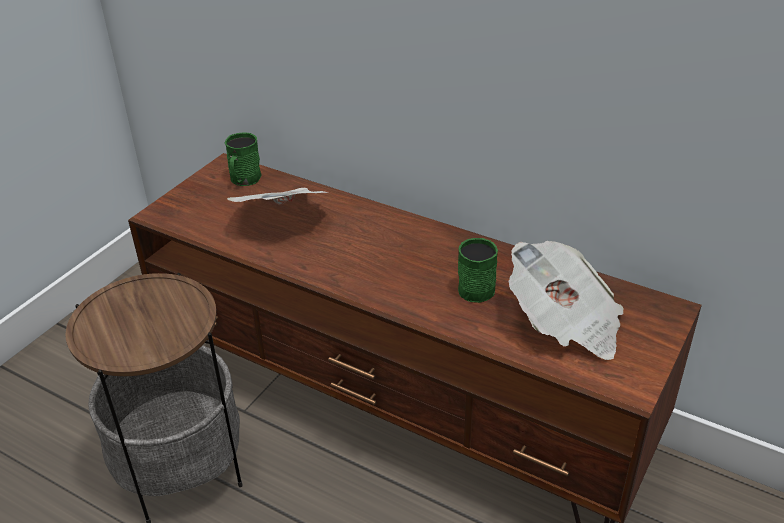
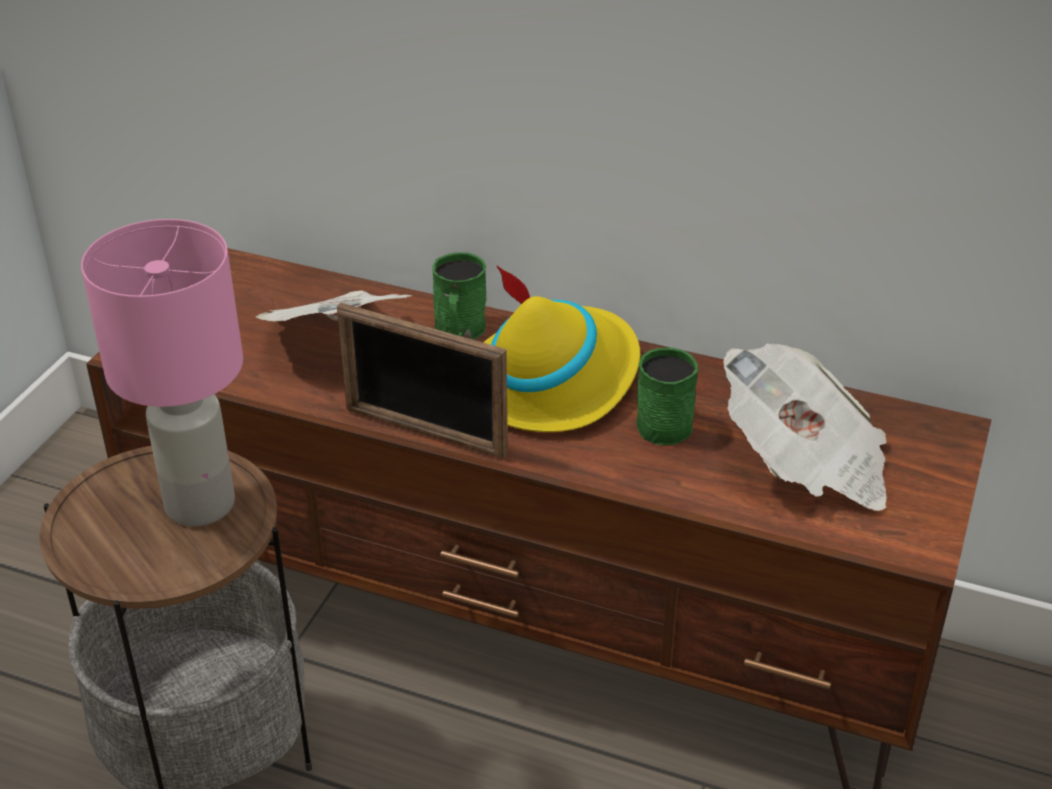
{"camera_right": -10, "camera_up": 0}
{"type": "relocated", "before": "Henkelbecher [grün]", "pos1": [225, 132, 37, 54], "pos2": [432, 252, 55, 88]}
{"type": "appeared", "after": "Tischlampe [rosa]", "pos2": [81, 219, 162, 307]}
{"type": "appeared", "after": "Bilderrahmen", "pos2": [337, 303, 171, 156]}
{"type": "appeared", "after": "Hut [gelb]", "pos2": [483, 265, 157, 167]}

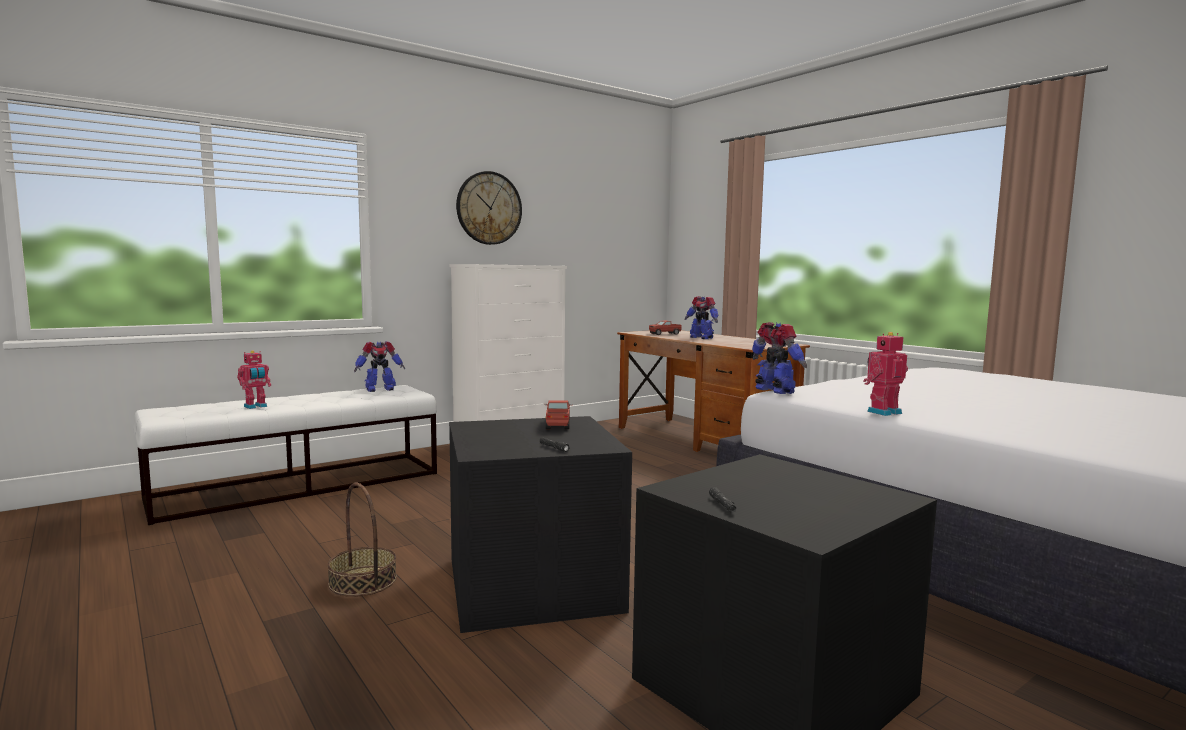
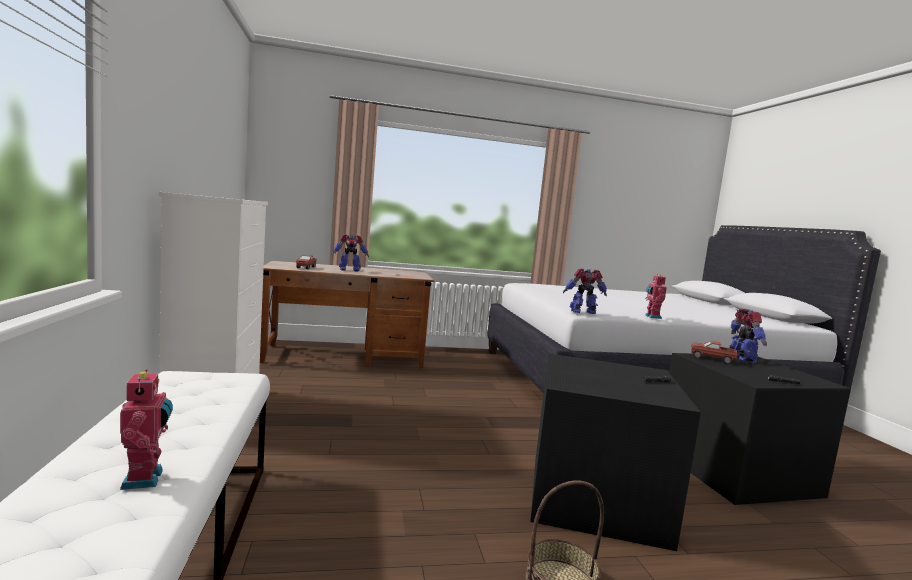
{"camera_right": -65, "camera_up": 0}
{"type": "relocated", "before": "Spielzeugroboter", "pos1": [354, 341, 51, 51], "pos2": [730, 309, 37, 54]}
{"type": "missing", "before": "Wanduhr", "pos1": [456, 171, 66, 74]}
{"type": "relocated", "before": "Spielzeuglaster", "pos1": [544, 400, 28, 29], "pos2": [691, 341, 46, 23]}

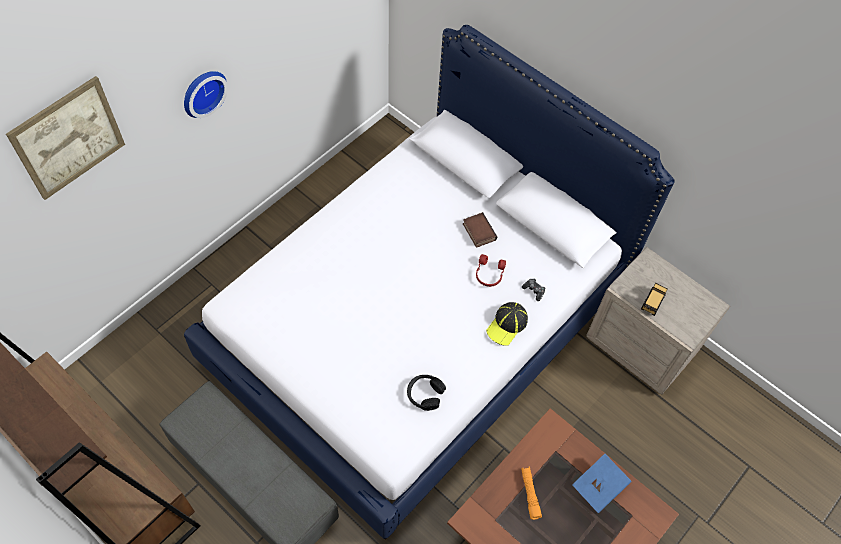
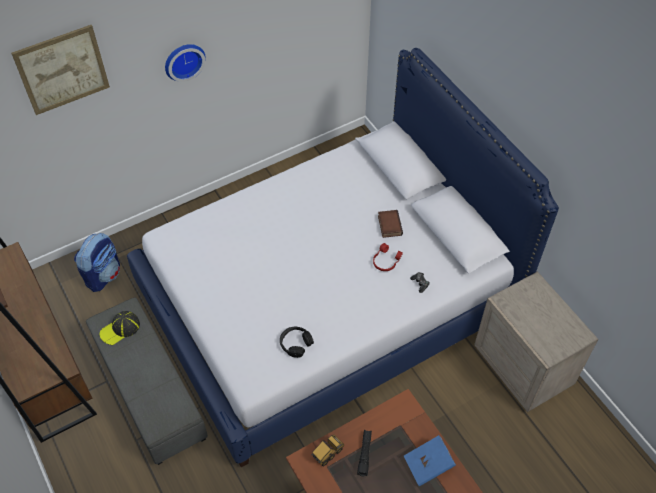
{"camera_right": 20, "camera_up": -5}
{"type": "relocated", "before": "Kappe", "pos1": [486, 302, 42, 44], "pos2": [100, 311, 40, 34]}
{"type": "colour", "before": "Taschenlampe [orange]", "after": "Taschenlampe [schwarz]", "pos1": [521, 467, 21, 53], "pos2": [357, 430, 15, 46]}
{"type": "relocated", "before": "Spielzeuglaster", "pos1": [641, 283, 27, 33], "pos2": [312, 435, 32, 32]}
{"type": "appeared", "after": "Rucksack", "pos2": [74, 233, 46, 59]}

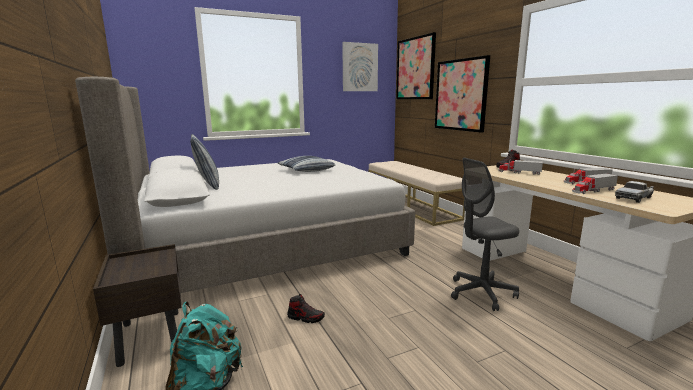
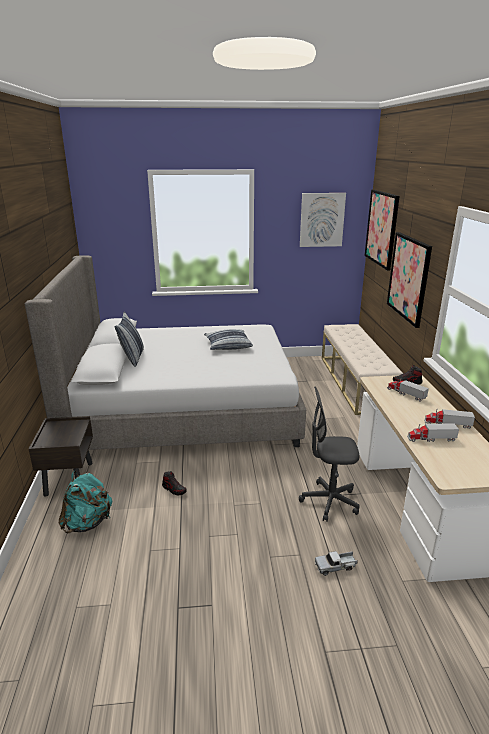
{"camera_right": 20, "camera_up": 10}
{"type": "relocated", "before": "Spielzeuglaster", "pos1": [615, 181, 39, 22], "pos2": [315, 551, 43, 25]}

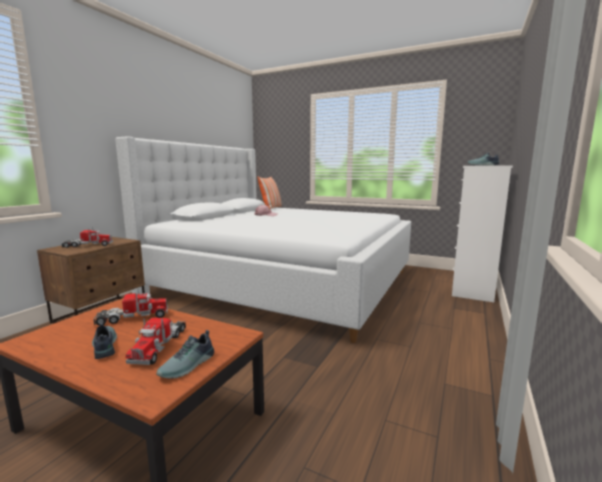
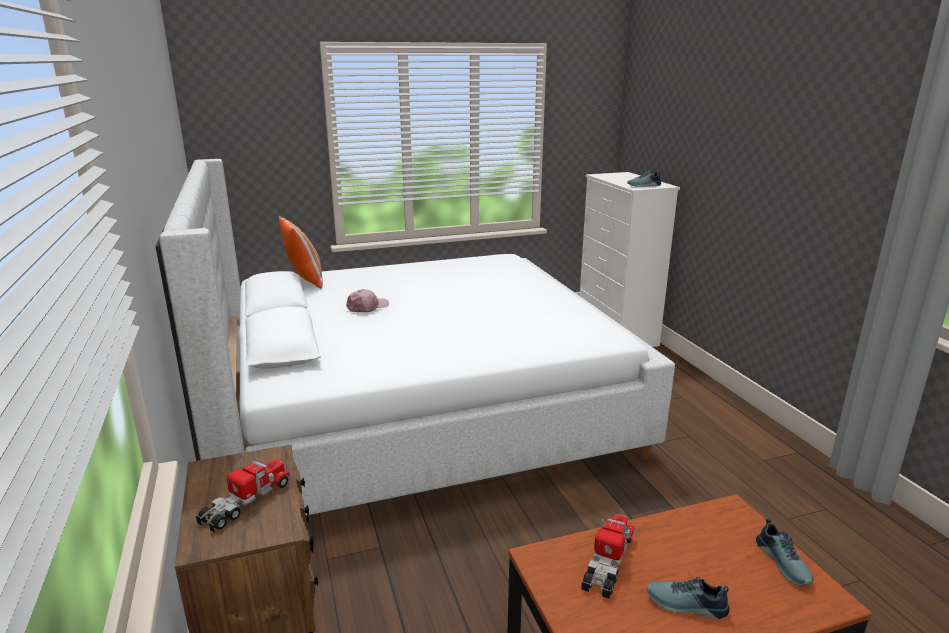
{"camera_right": -45, "camera_up": 10}
{"type": "missing", "before": "Spielzeuglaster", "pos1": [126, 318, 60, 47]}

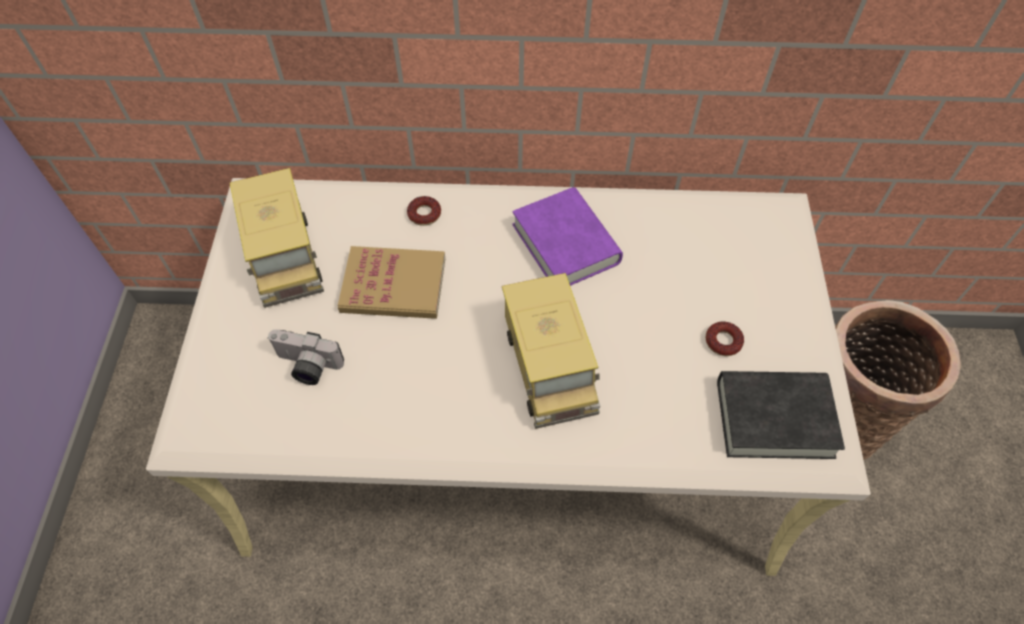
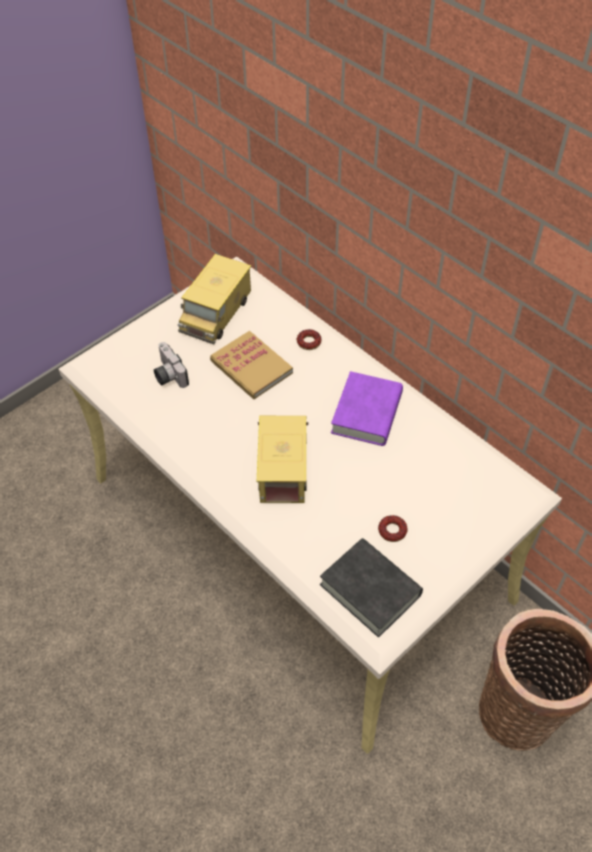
{"camera_right": 45, "camera_up": -5}
{"type": "spun", "before": "Spielzeuglaster", "pos1": [502, 273, 98, 156], "pos2": [257, 416, 51, 87], "turn": 150}

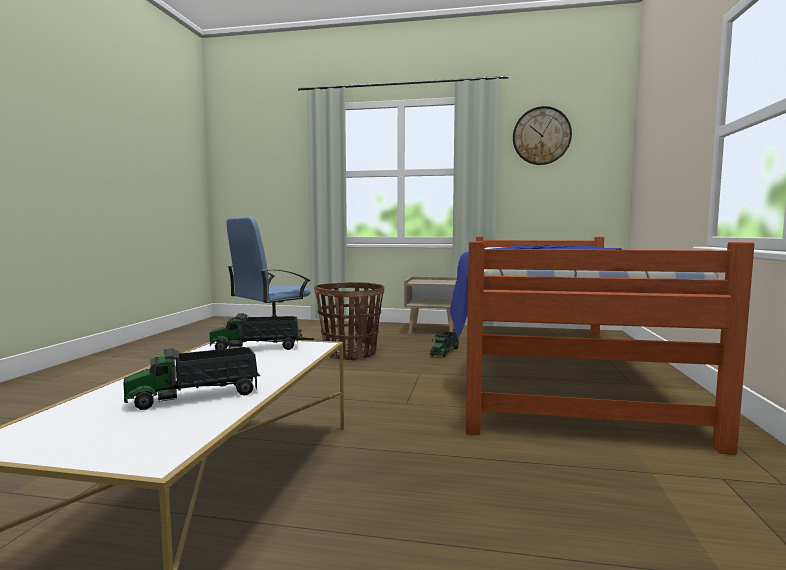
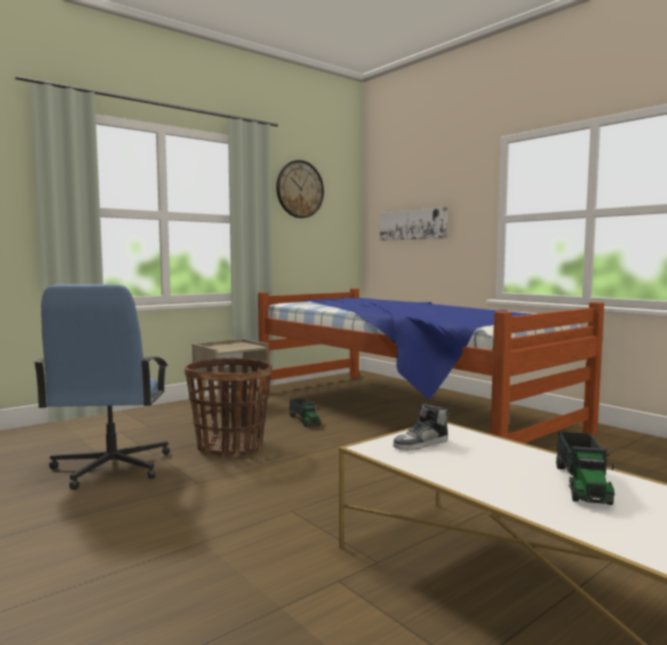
{"camera_right": -50, "camera_up": 0}
{"type": "exchanged", "before": "Spielzeuglaster", "after": "Schuh", "pos1": [210, 313, 90, 37], "pos2": [393, 404, 57, 47]}
{"type": "appeared", "after": "Bild", "pos2": [380, 207, 68, 34]}

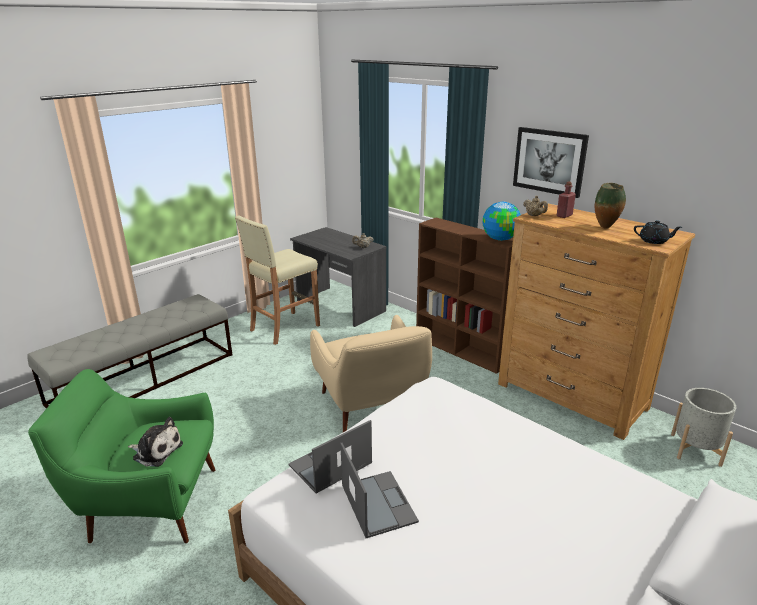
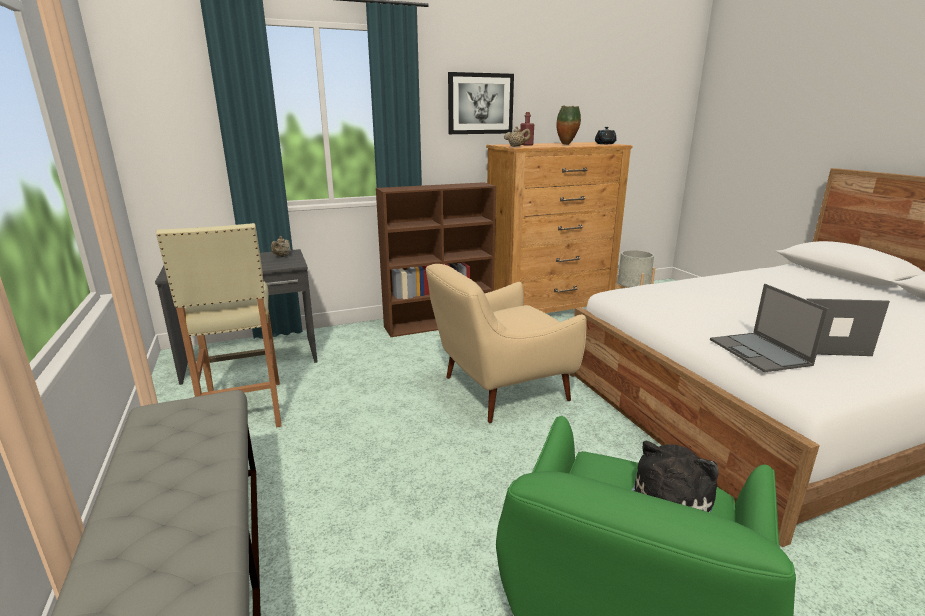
{"camera_right": -65, "camera_up": -5}
{"type": "spun", "before": "Sessel [beige]", "pos1": [310, 315, 122, 117], "pos2": [426, 264, 161, 159], "turn": 150}
{"type": "missing", "before": "Globus", "pos1": [482, 202, 39, 39]}

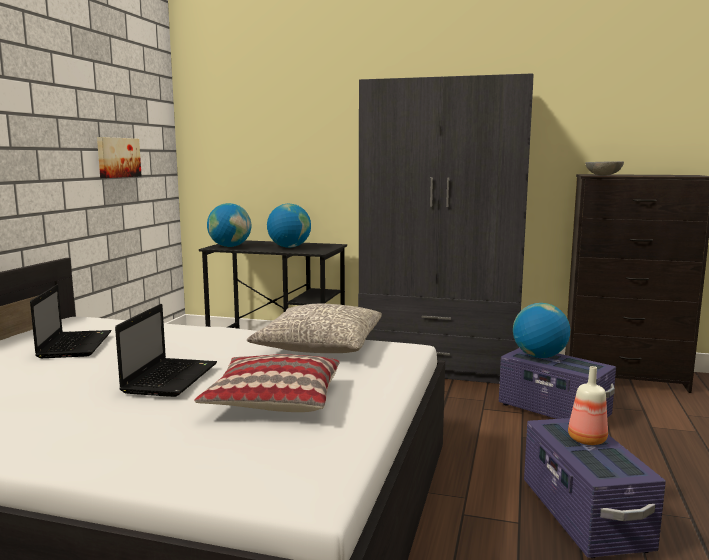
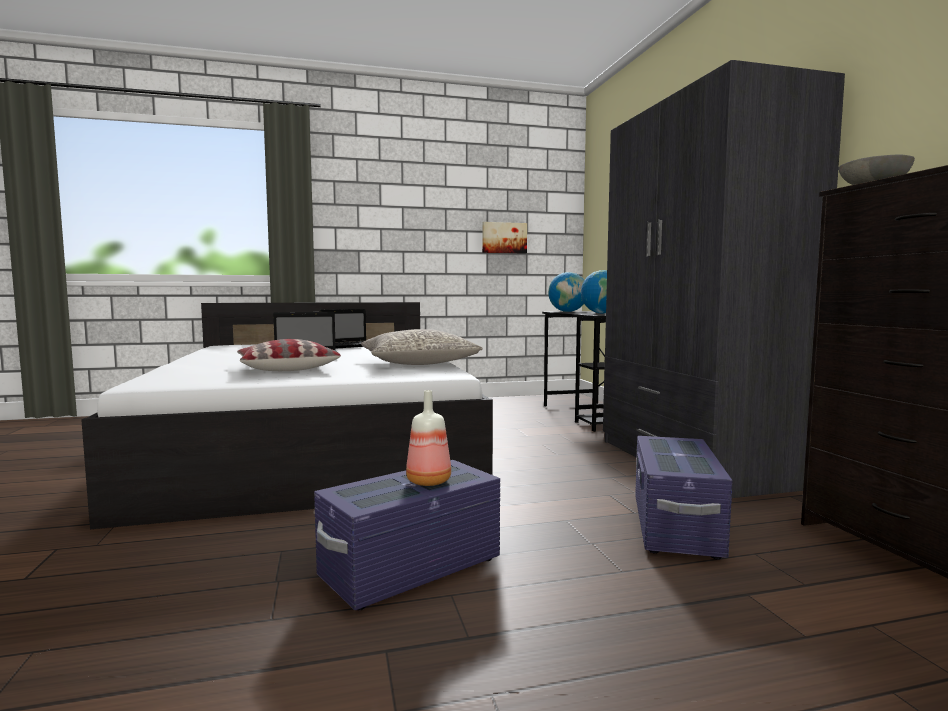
{"camera_right": 60, "camera_up": -5}
{"type": "missing", "before": "Globus", "pos1": [513, 303, 57, 55]}

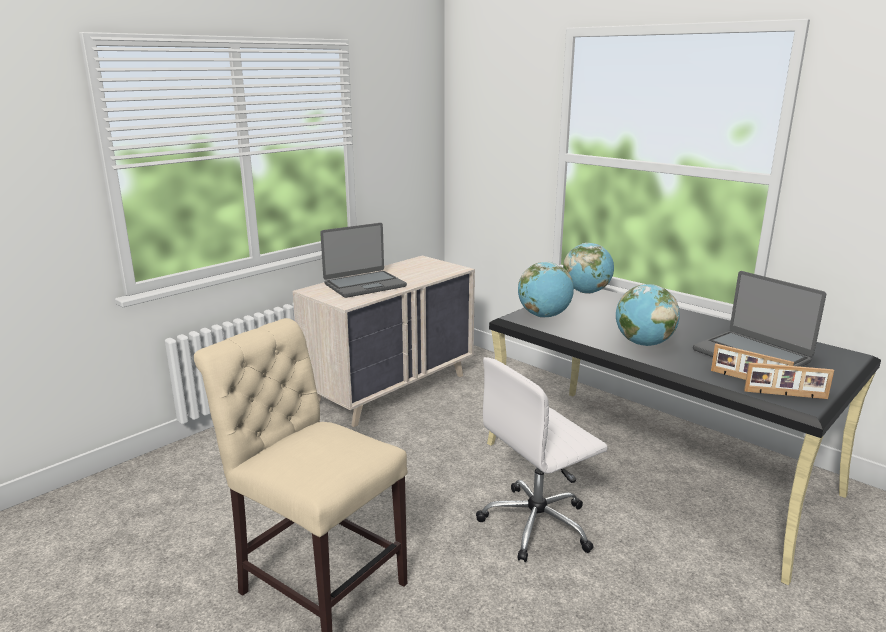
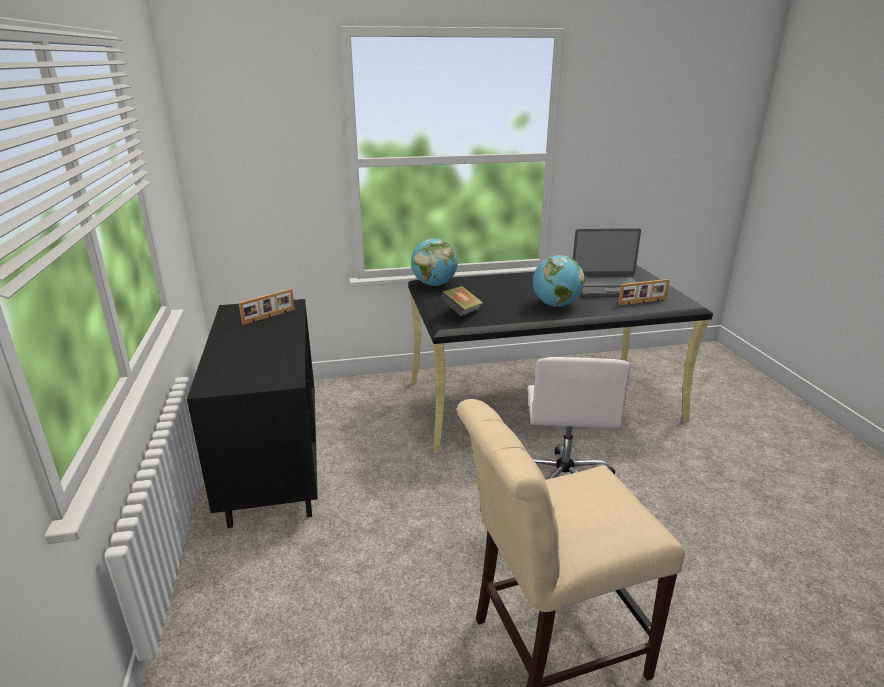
{"camera_right": -55, "camera_up": 5}
{"type": "colour", "before": "Kommode [beige]", "after": "Kommode [schwarz]", "pos1": [293, 256, 182, 171], "pos2": [187, 299, 131, 229]}
{"type": "missing", "before": "Laptop", "pos1": [320, 223, 87, 75]}
{"type": "exchanged", "before": "Globus", "after": "Buch", "pos1": [518, 262, 56, 56], "pos2": [438, 286, 45, 30]}
{"type": "relocated", "before": "Bilderrahmen", "pos1": [744, 362, 90, 37], "pos2": [239, 289, 56, 36]}

